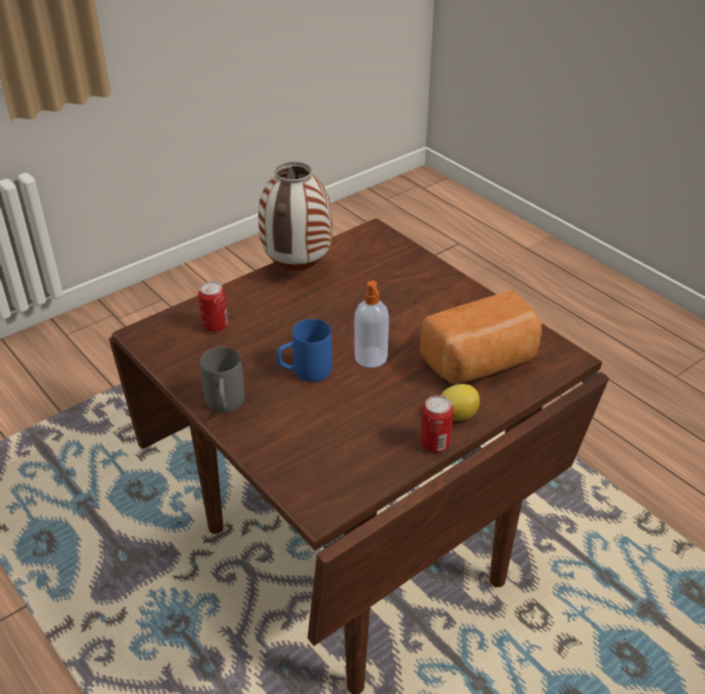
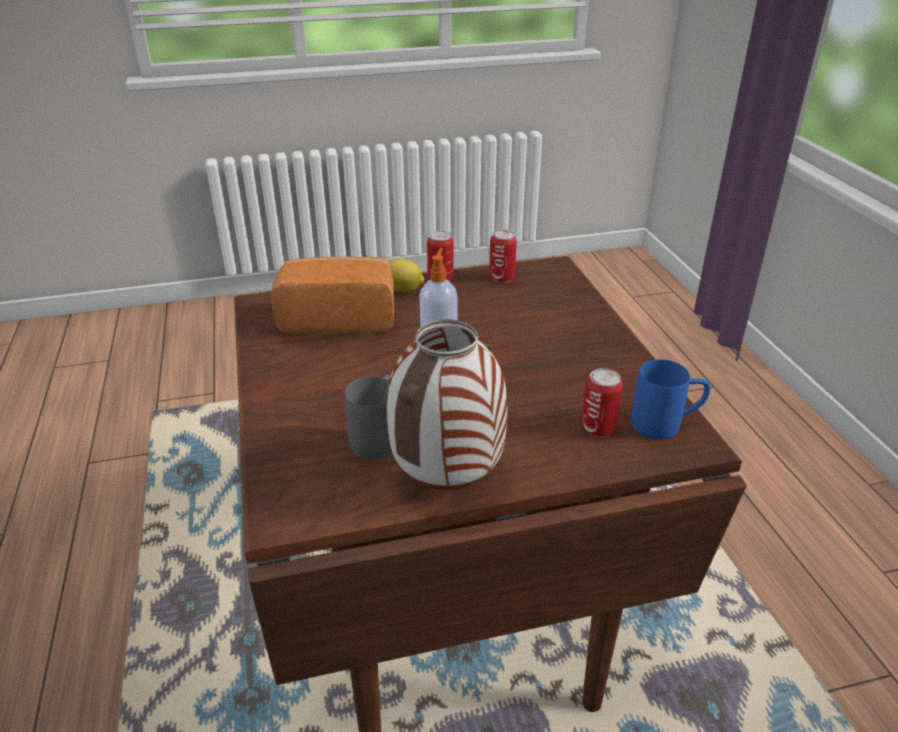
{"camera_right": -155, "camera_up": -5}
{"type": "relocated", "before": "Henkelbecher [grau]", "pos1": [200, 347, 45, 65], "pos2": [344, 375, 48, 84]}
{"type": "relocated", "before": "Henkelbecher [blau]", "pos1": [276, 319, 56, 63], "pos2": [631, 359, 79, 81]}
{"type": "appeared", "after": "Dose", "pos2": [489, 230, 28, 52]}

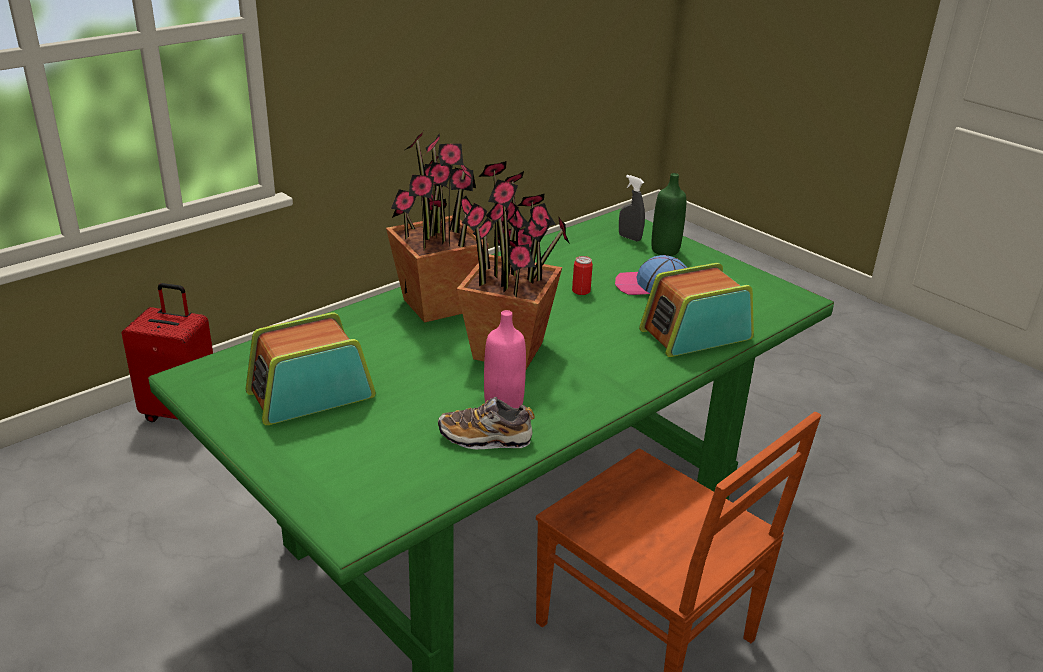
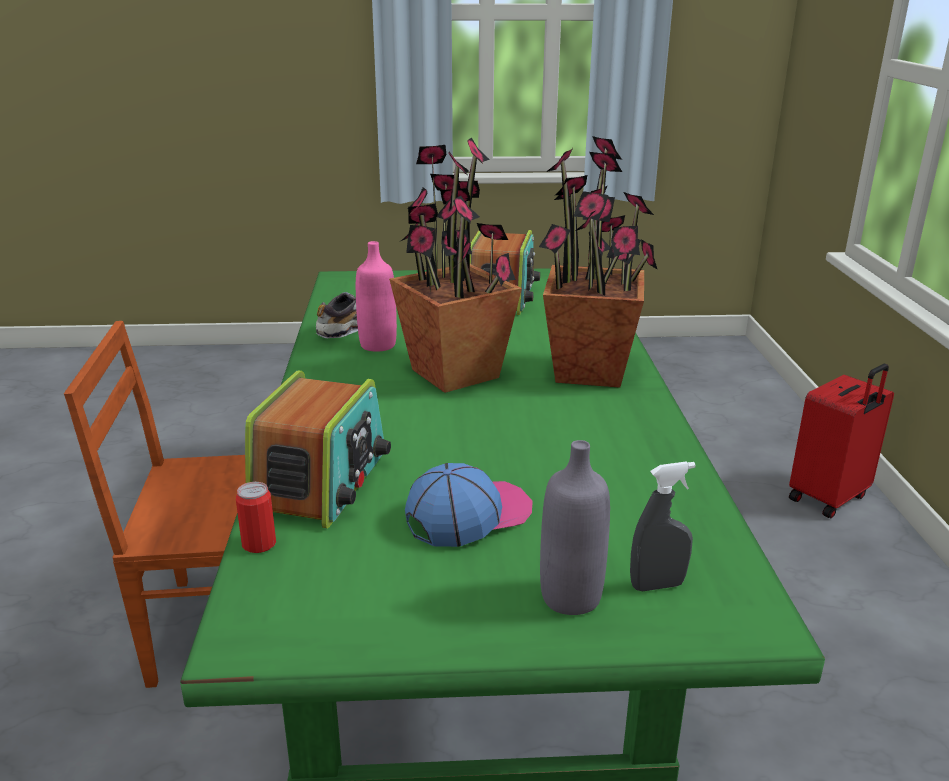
{"camera_right": 130, "camera_up": -5}
{"type": "relocated", "before": "Dose", "pos1": [572, 256, 21, 39], "pos2": [236, 482, 40, 71]}
{"type": "colour", "before": "Flasche [grün]", "after": "Flasche [grau]", "pos1": [651, 173, 35, 83], "pos2": [540, 440, 70, 175]}

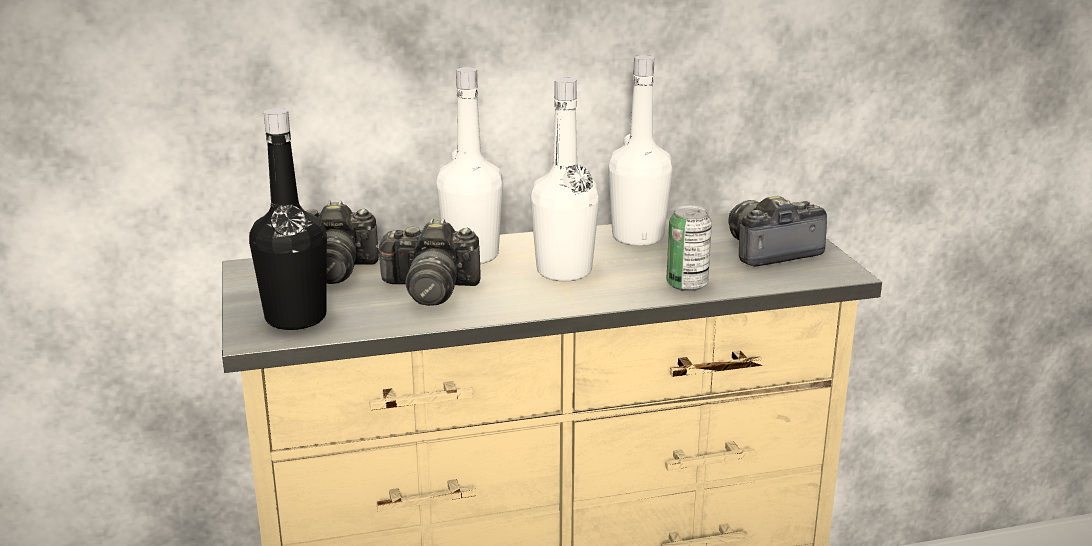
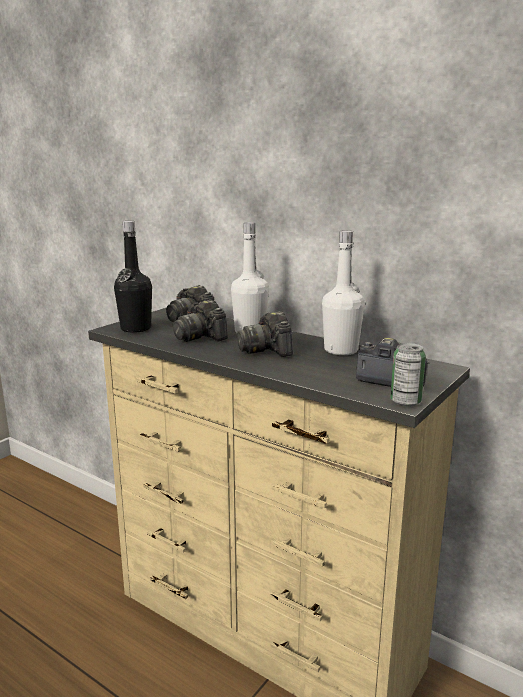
{"camera_right": 50, "camera_up": -5}
{"type": "exchanged", "before": "Flasche [weiß]", "after": "Kamera", "pos1": [530, 77, 70, 204], "pos2": [237, 311, 56, 46]}
{"type": "relocated", "before": "Dose", "pos1": [666, 206, 46, 85], "pos2": [390, 343, 36, 64]}

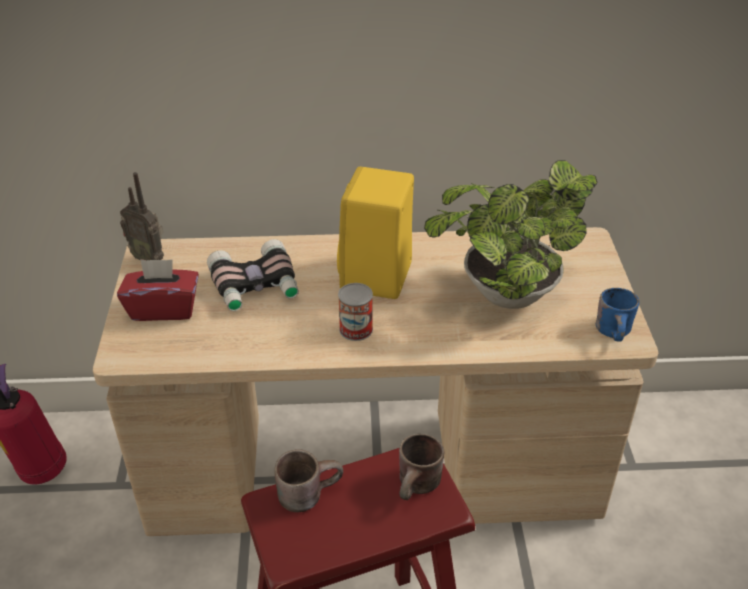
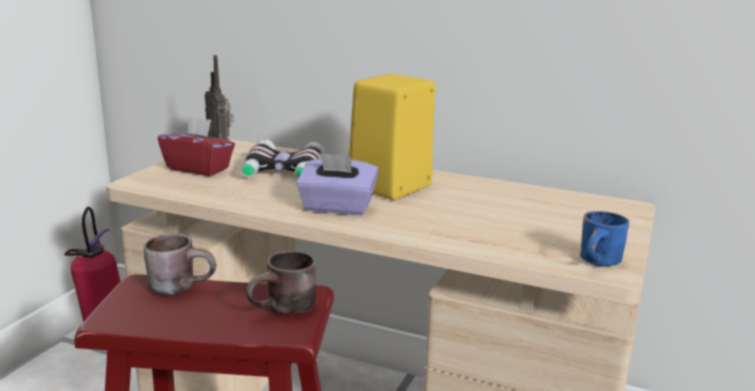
{"camera_right": 25, "camera_up": -20}
{"type": "exchanged", "before": "Dose", "after": "Taschentuchbox [lila]", "pos1": [338, 283, 35, 58], "pos2": [296, 153, 83, 62]}
{"type": "missing", "before": "Topfpflanze", "pos1": [424, 160, 174, 149]}

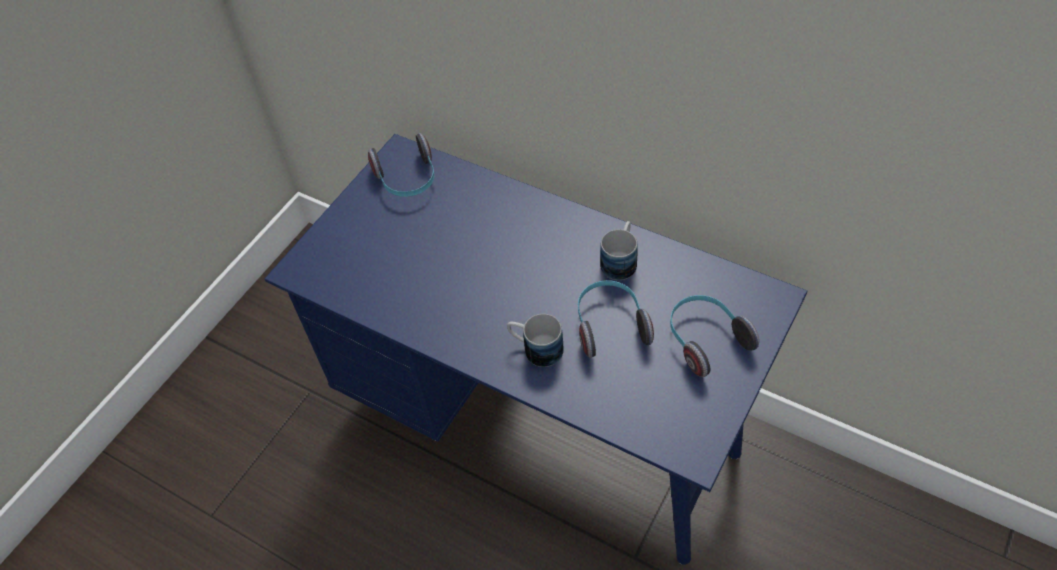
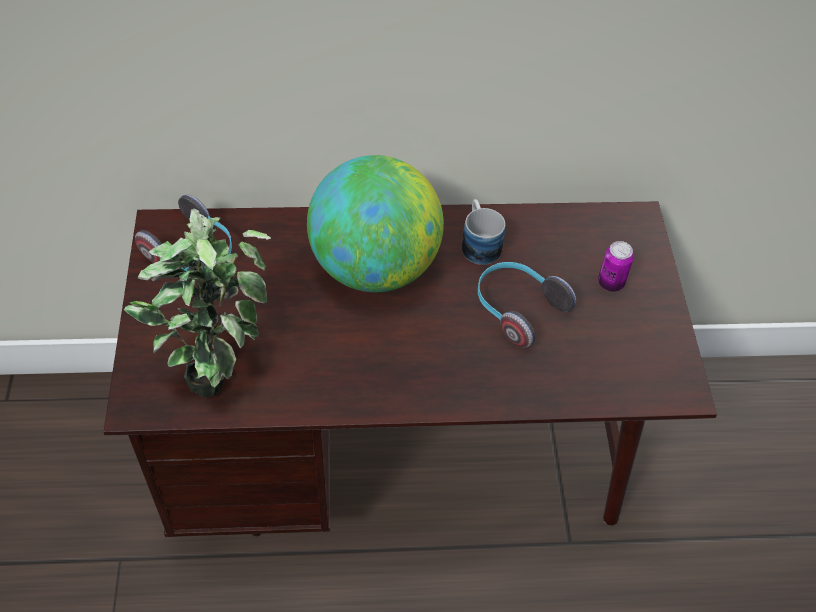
{"camera_right": -40, "camera_up": 0}
{"type": "colour", "before": "Schreibtisch [blau]", "after": "Schreibtisch [braun]", "pos1": [265, 134, 542, 431], "pos2": [103, 201, 614, 336]}
{"type": "missing", "before": "Henkelbecher", "pos1": [507, 314, 57, 53]}
{"type": "exchanged", "before": "Kopfhörer", "after": "Dose", "pos1": [670, 295, 89, 82], "pos2": [598, 241, 36, 51]}
{"type": "appeared", "after": "Topfpflanze", "pos2": [124, 209, 147, 188]}
{"type": "appeared", "after": "Globus", "pos2": [307, 155, 137, 137]}

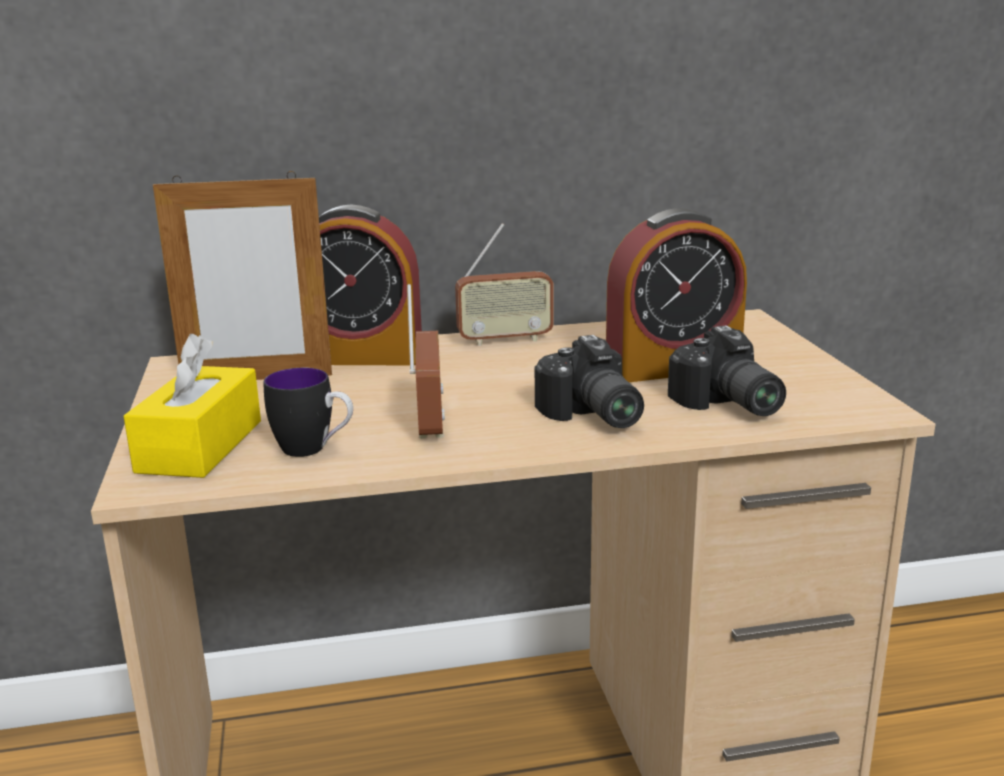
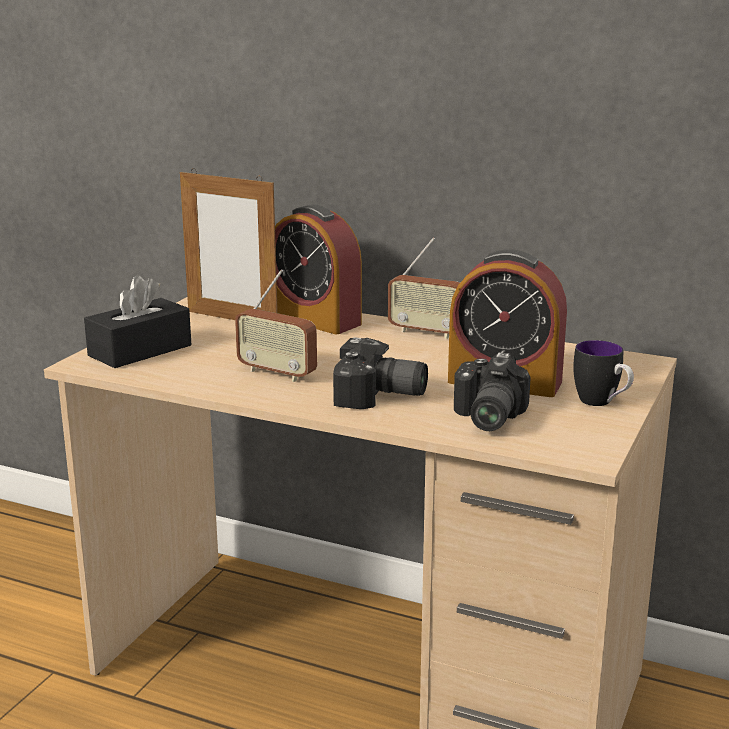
{"camera_right": 35, "camera_up": 0}
{"type": "colour", "before": "Taschentuchbox [gelb]", "after": "Taschentuchbox [schwarz]", "pos1": [123, 334, 138, 144], "pos2": [84, 275, 107, 93]}
{"type": "relocated", "before": "Henkelbecher", "pos1": [263, 368, 90, 89], "pos2": [573, 340, 61, 66]}
{"type": "spun", "before": "Radio", "pos1": [407, 284, 38, 155], "pos2": [235, 269, 82, 113], "turn": 90}
{"type": "spun", "before": "Kamera", "pos1": [535, 335, 109, 93], "pos2": [333, 337, 95, 72], "turn": -90}

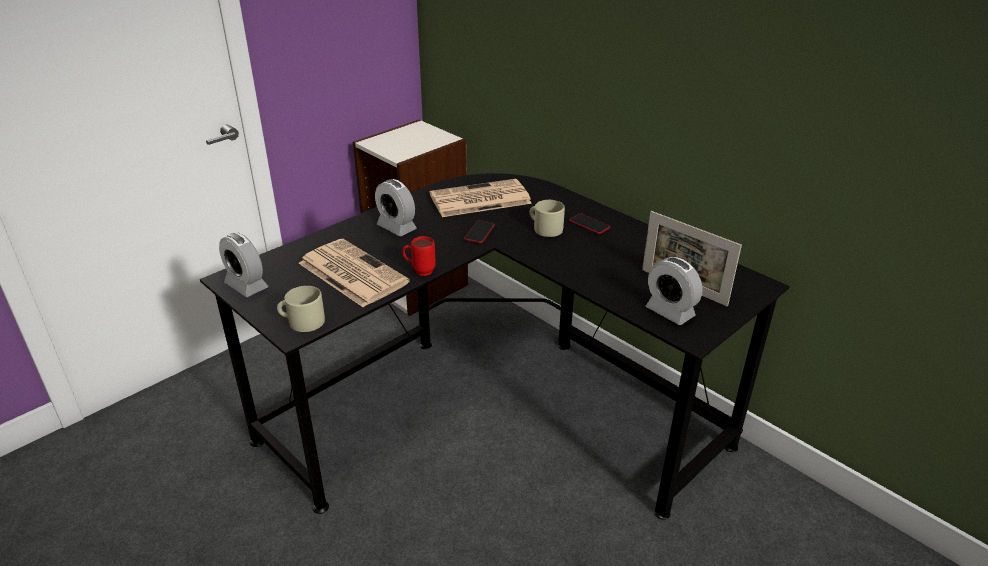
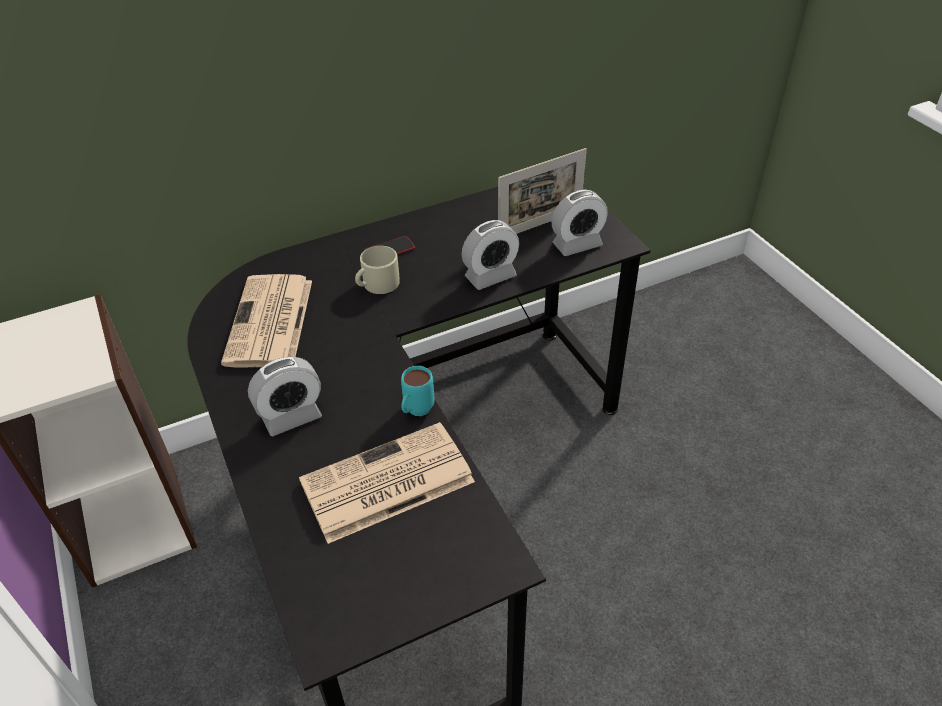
{"camera_right": -70, "camera_up": 10}
{"type": "relocated", "before": "Wecker", "pos1": [219, 233, 49, 64], "pos2": [462, 220, 57, 70]}
{"type": "missing", "before": "Henkelbecher [beige]", "pos1": [277, 286, 48, 46]}
{"type": "colour", "before": "Henkelbecher [rot]", "after": "Henkelbecher [türkis]", "pos1": [402, 236, 34, 40], "pos2": [401, 366, 33, 50]}
{"type": "missing", "before": "Handy", "pos1": [464, 220, 31, 23]}

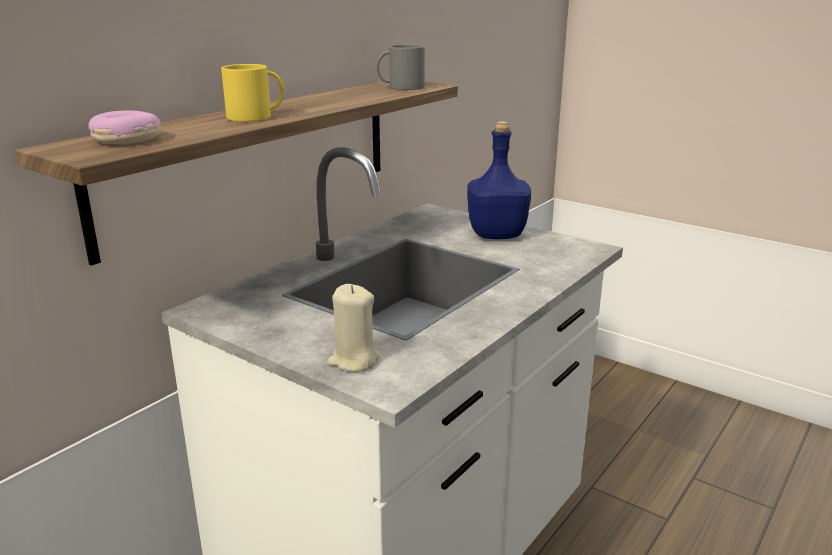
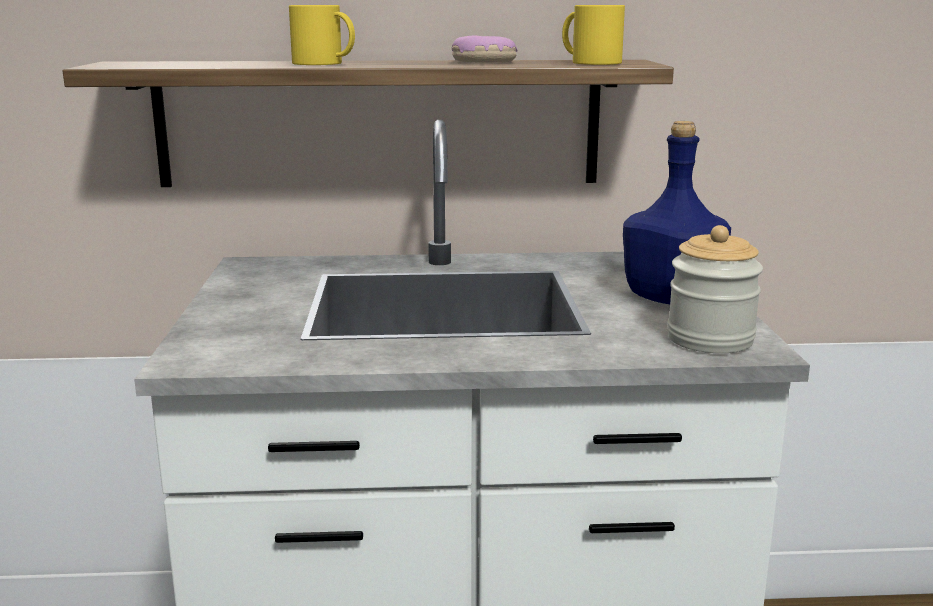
{"camera_right": 50, "camera_up": -5}
{"type": "relocated", "before": "Donut", "pos1": [88, 111, 74, 33], "pos2": [452, 35, 66, 28]}
{"type": "missing", "before": "Kerze [beige]", "pos1": [327, 284, 53, 88]}
{"type": "colour", "before": "Henkelbecher [grau]", "after": "Henkelbecher [gelb]", "pos1": [376, 44, 49, 46], "pos2": [562, 5, 63, 60]}
{"type": "appeared", "after": "Vorratsglas", "pos2": [667, 225, 96, 128]}

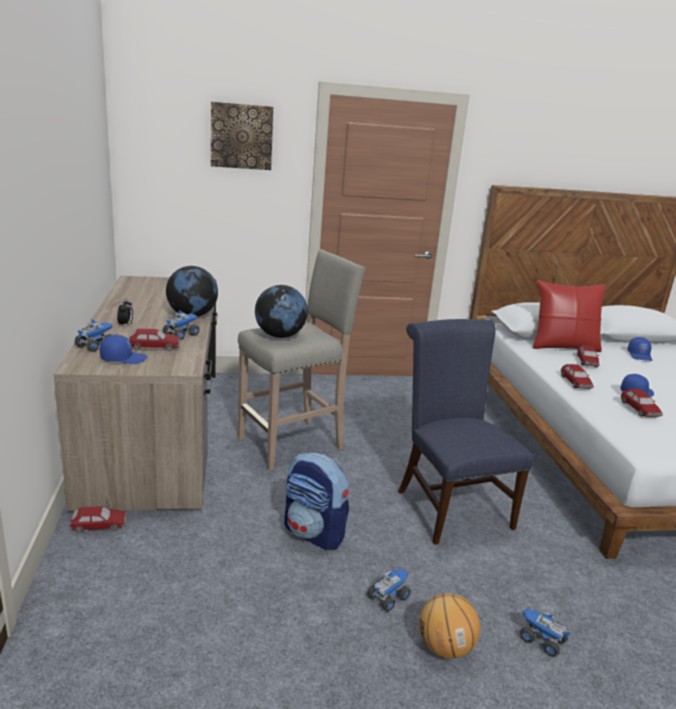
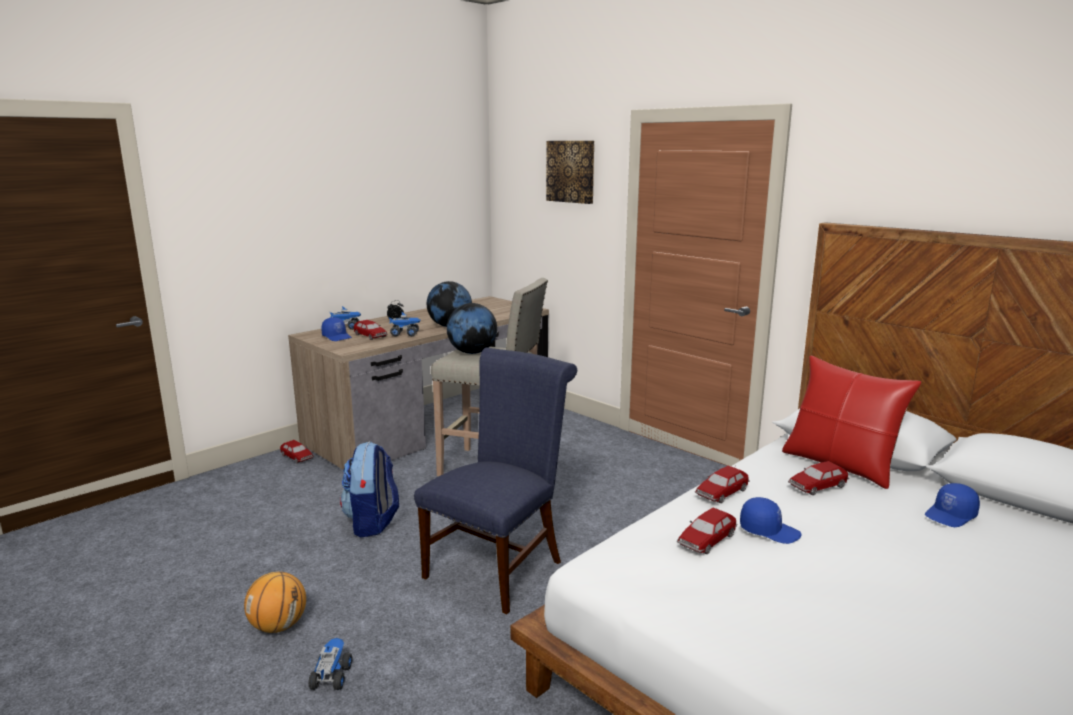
{"camera_right": 55, "camera_up": -5}
{"type": "missing", "before": "Spielzeuglaster", "pos1": [367, 569, 44, 43]}

